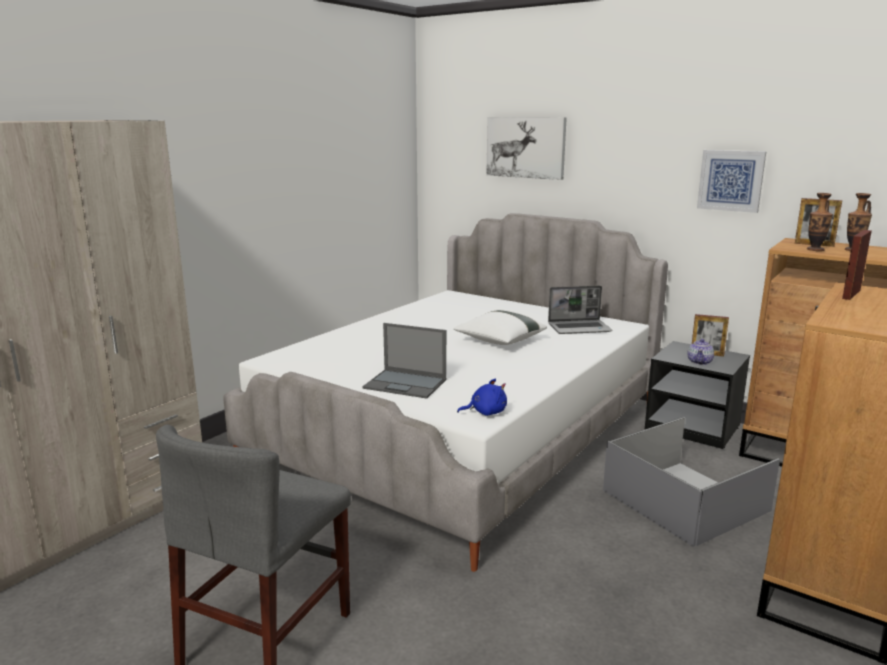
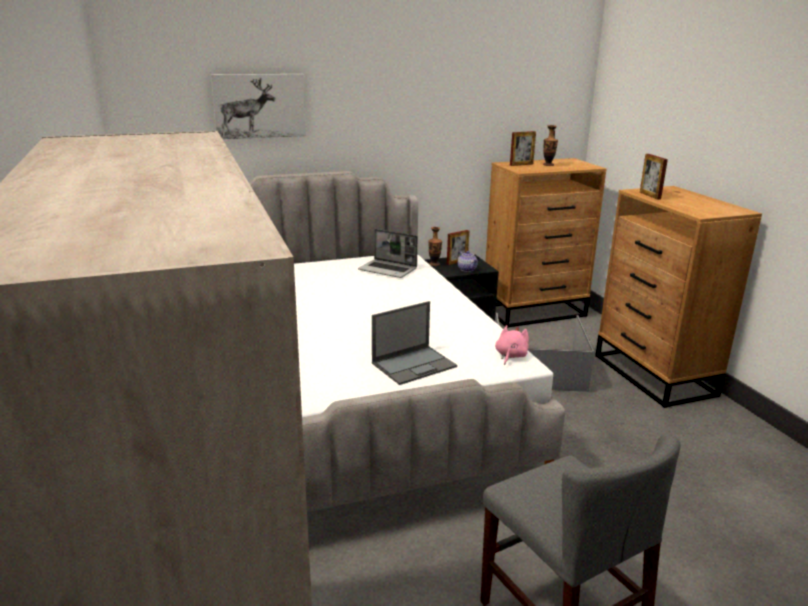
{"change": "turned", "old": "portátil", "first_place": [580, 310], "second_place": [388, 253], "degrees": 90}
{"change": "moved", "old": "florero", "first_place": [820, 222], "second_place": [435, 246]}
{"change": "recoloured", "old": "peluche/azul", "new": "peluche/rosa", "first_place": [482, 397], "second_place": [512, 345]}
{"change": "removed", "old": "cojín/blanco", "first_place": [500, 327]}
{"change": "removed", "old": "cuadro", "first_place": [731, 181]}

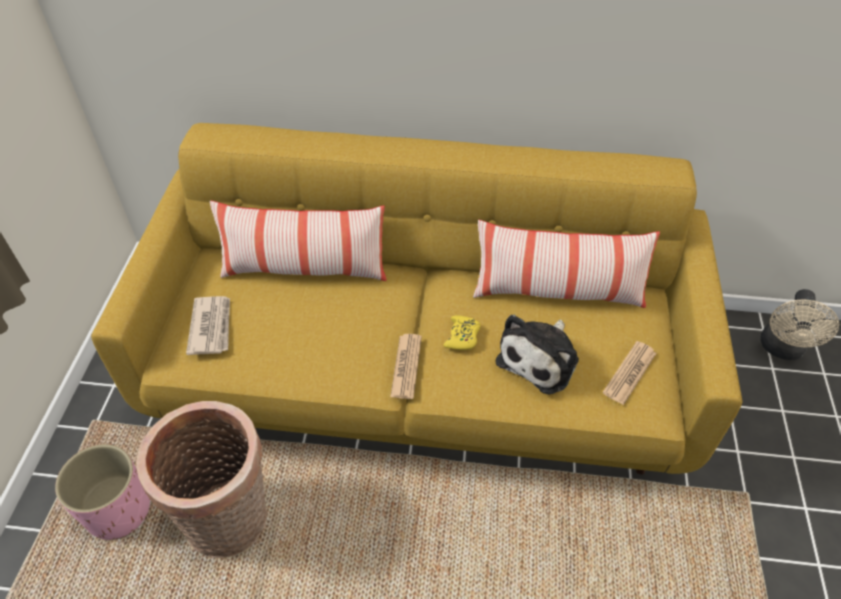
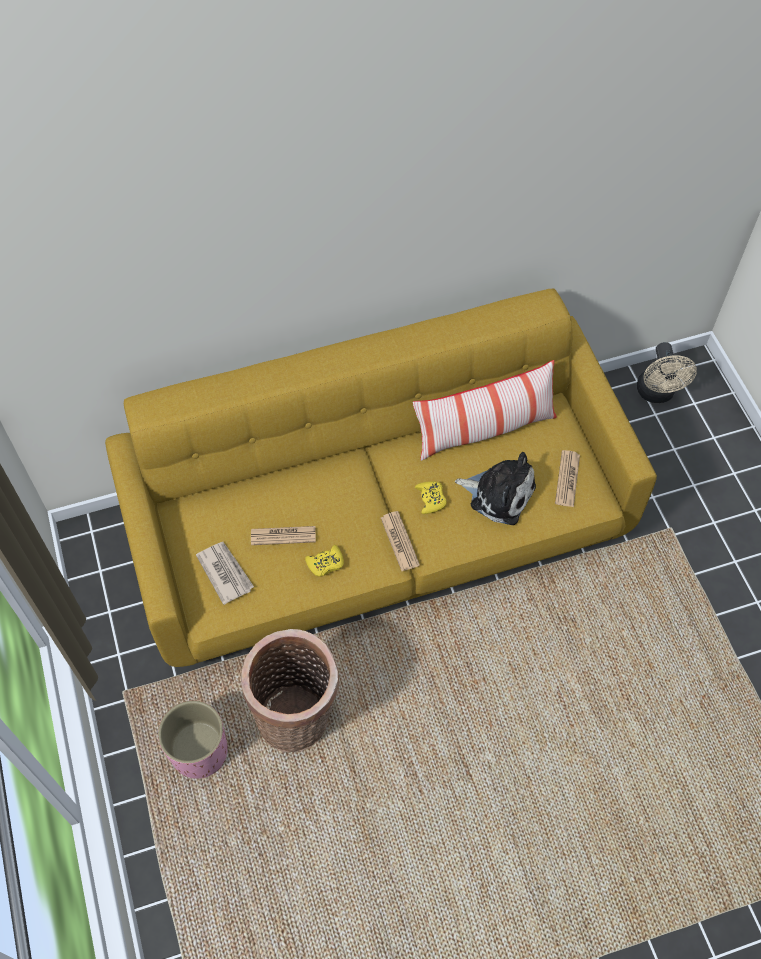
{"change": "added", "new": "periódico", "second_place": [283, 535]}
{"change": "added", "new": "mando de consola/amarillo", "second_place": [324, 561]}
{"change": "turned", "old": "peluche", "first_place": [537, 354], "second_place": [495, 488], "degrees": -75}
{"change": "removed", "old": "cojín", "first_place": [298, 241]}

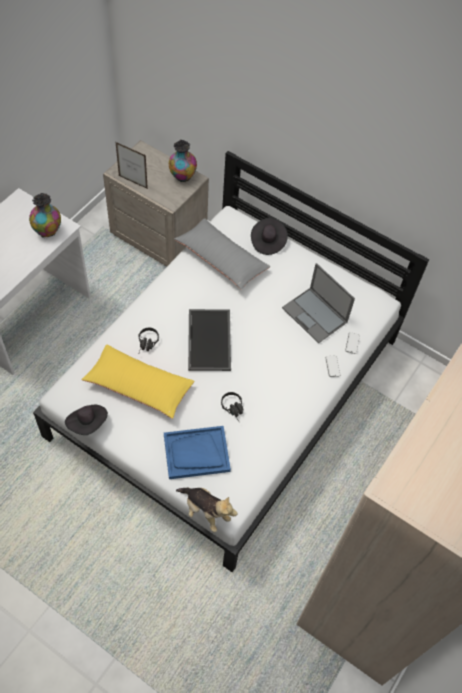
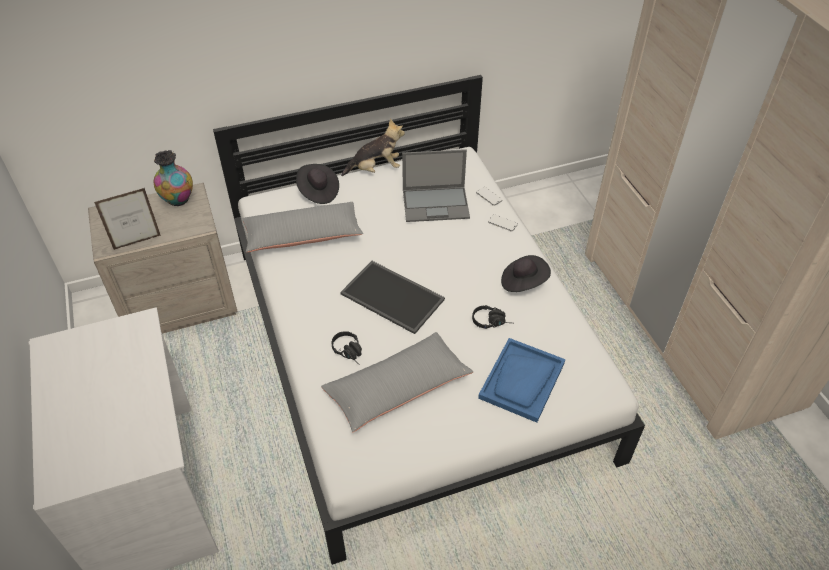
{"change": "recoloured", "old": "cojín/amarillo", "new": "cojín/gris", "first_place": [137, 381], "second_place": [397, 382]}
{"change": "moved", "old": "peluche", "first_place": [206, 510], "second_place": [373, 147]}
{"change": "moved", "old": "sombrero/negro", "first_place": [86, 420], "second_place": [526, 273]}
{"change": "removed", "old": "florero", "first_place": [45, 215]}

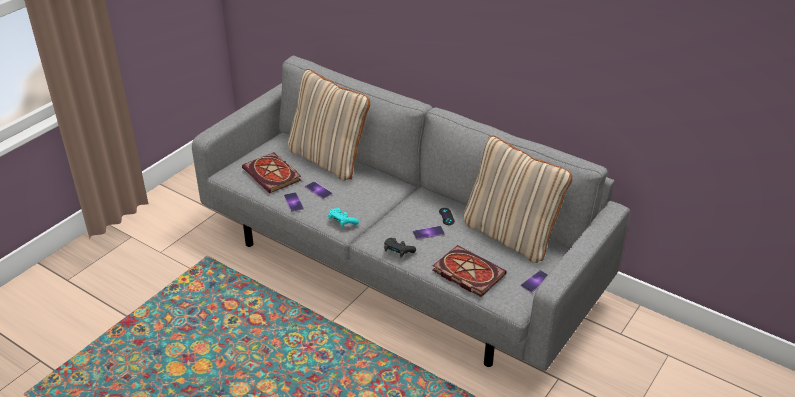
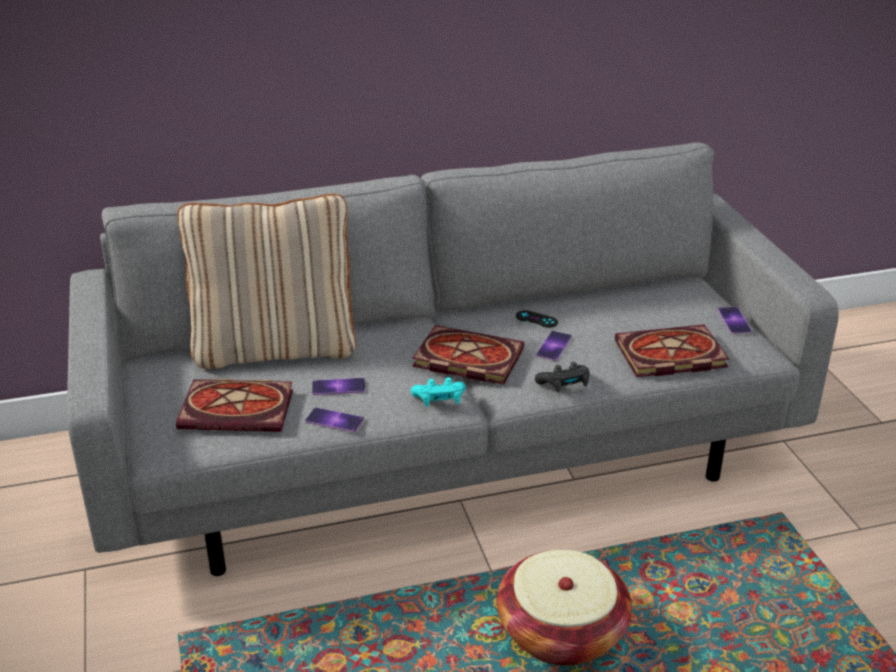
{"change": "added", "new": "libro", "second_place": [468, 355]}
{"change": "added", "new": "cesta", "second_place": [564, 608]}
{"change": "removed", "old": "cojín/beis", "first_place": [517, 199]}

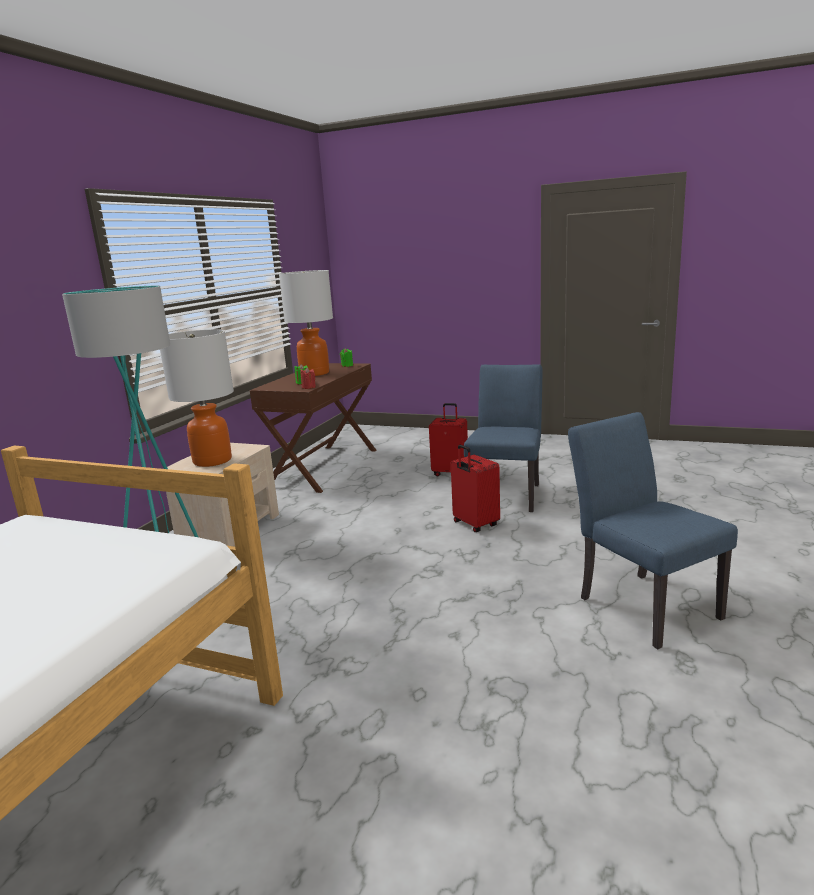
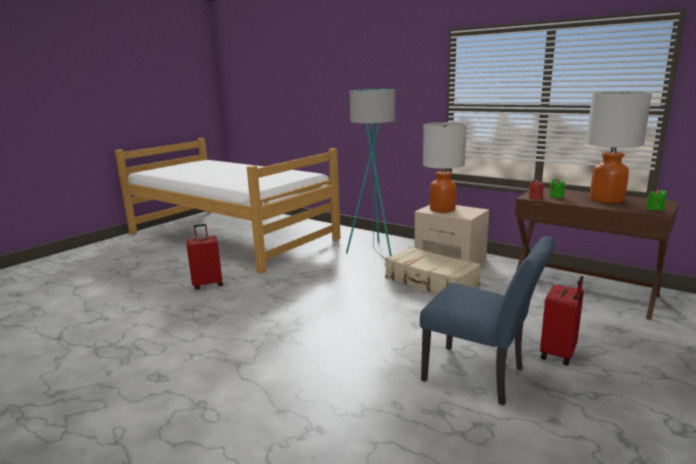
{"change": "moved", "old": "maleta/rojo", "first_place": [475, 488], "second_place": [205, 257]}
{"change": "added", "new": "maleta/beis", "second_place": [433, 270]}
{"change": "removed", "old": "silla/azul", "first_place": [653, 531]}

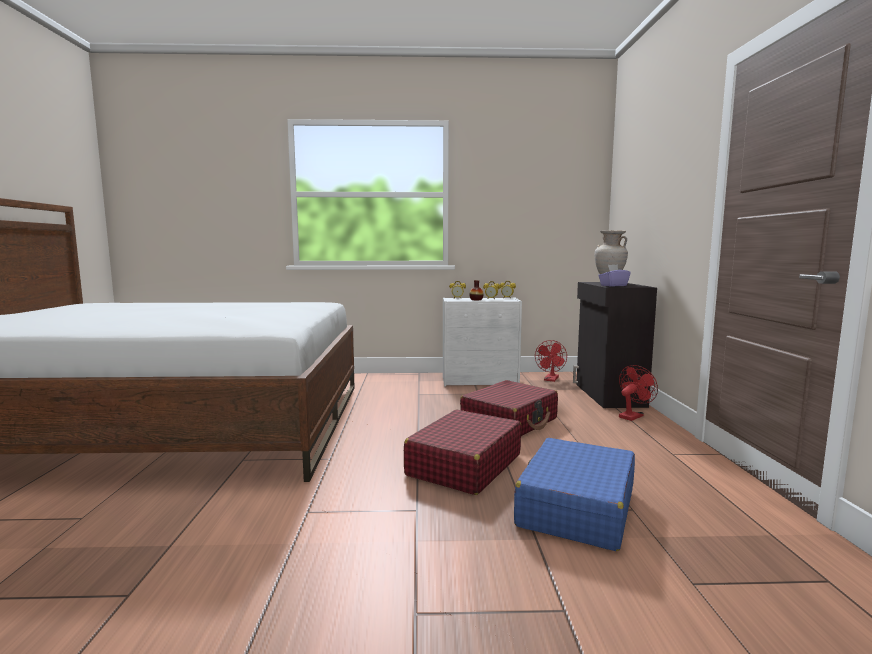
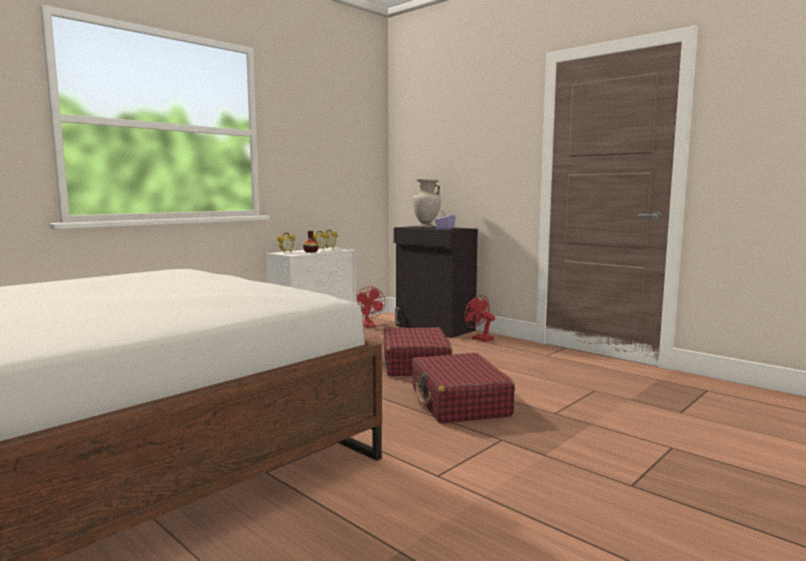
{"change": "turned", "old": "ventilador/rojo", "first_place": [638, 393], "second_place": [480, 318], "degrees": -45}
{"change": "removed", "old": "maleta/azul", "first_place": [574, 494]}

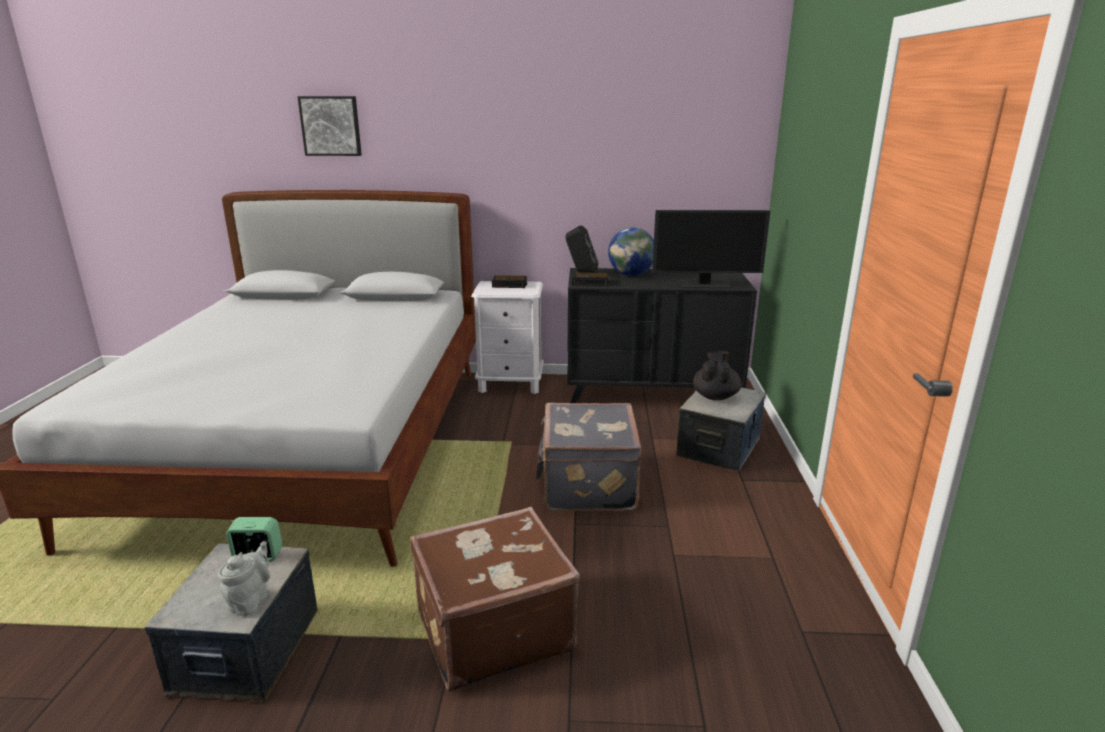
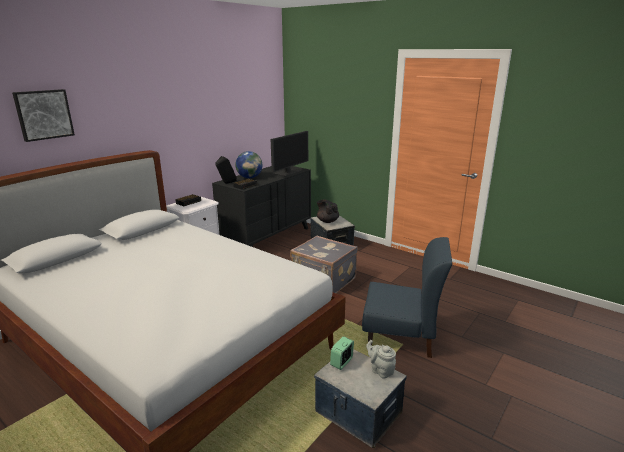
{"change": "replaced", "old": "maleta/marrón", "new": "silla/azul", "first_place": [495, 599], "second_place": [407, 297]}

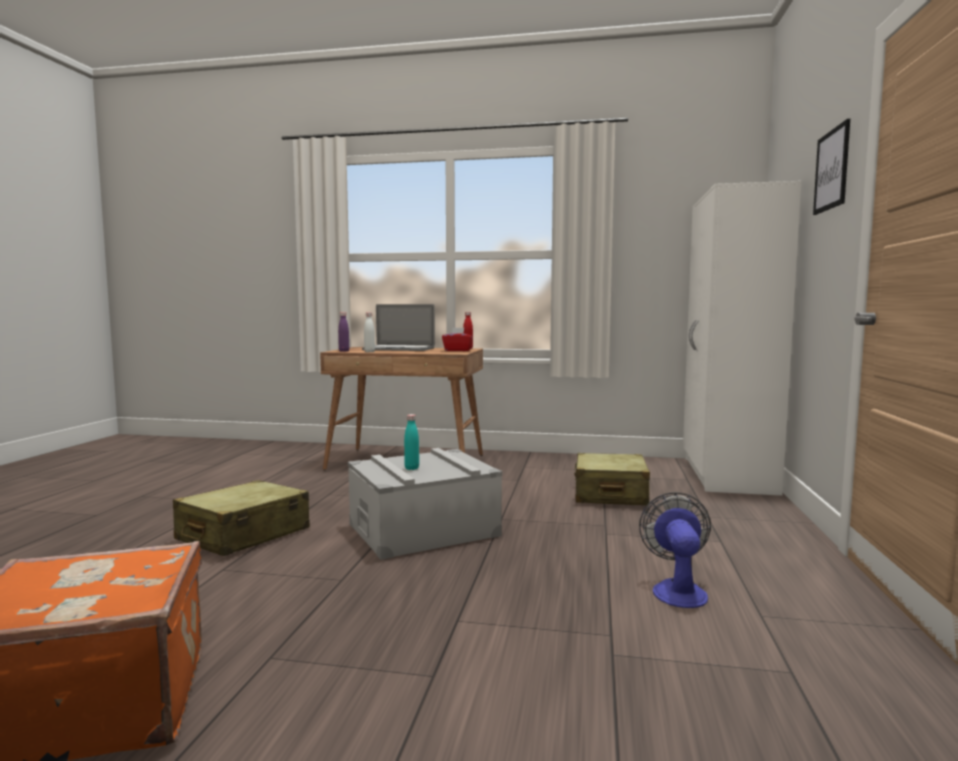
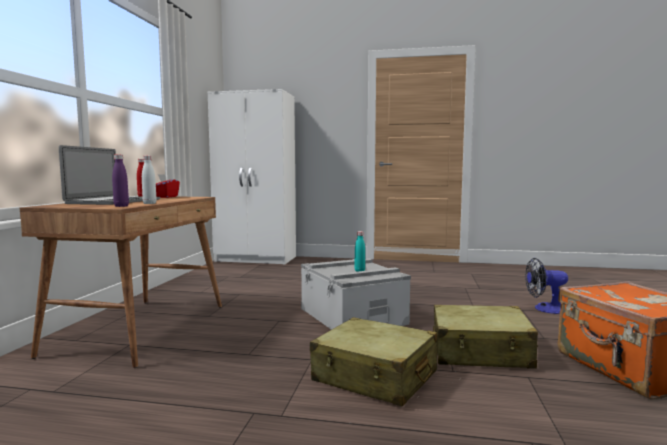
{"change": "moved", "old": "maleta/beis", "first_place": [612, 479], "second_place": [485, 337]}
{"change": "moved", "old": "ventilador", "first_place": [675, 550], "second_place": [546, 286]}
{"change": "removed", "old": "cuadro", "first_place": [831, 167]}

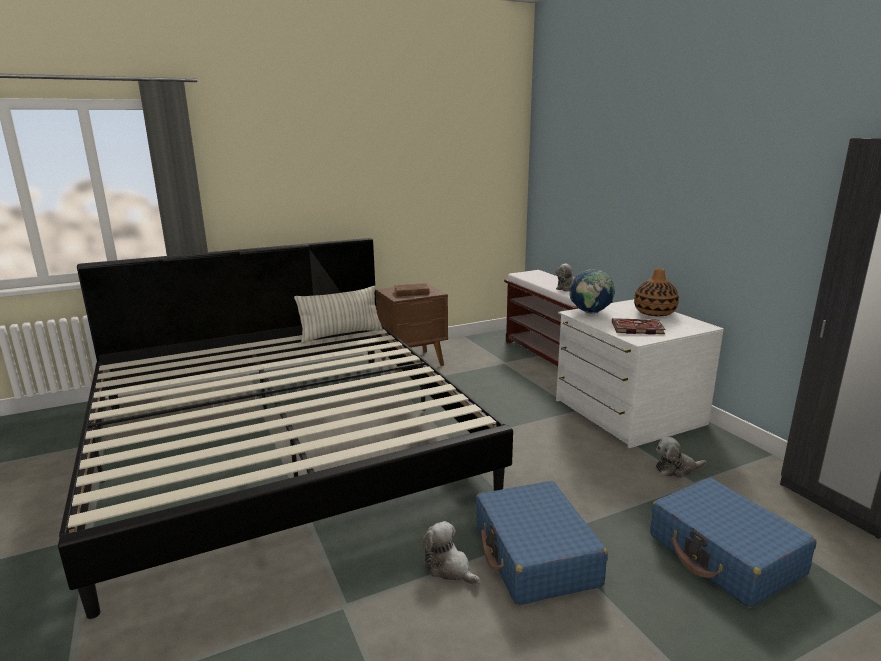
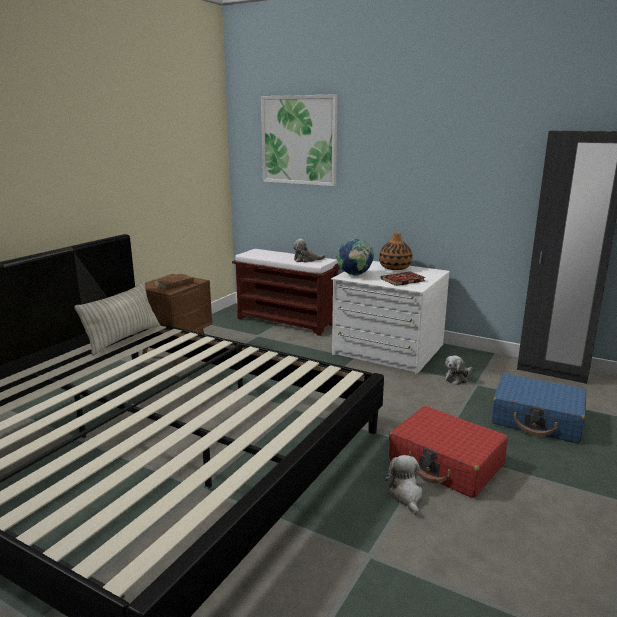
{"change": "added", "new": "cuadro", "second_place": [299, 140]}
{"change": "turned", "old": "peluche", "first_place": [451, 553], "second_place": [404, 485], "degrees": 75}
{"change": "recoloured", "old": "maleta/azul", "new": "maleta/rojo", "first_place": [541, 543], "second_place": [448, 452]}

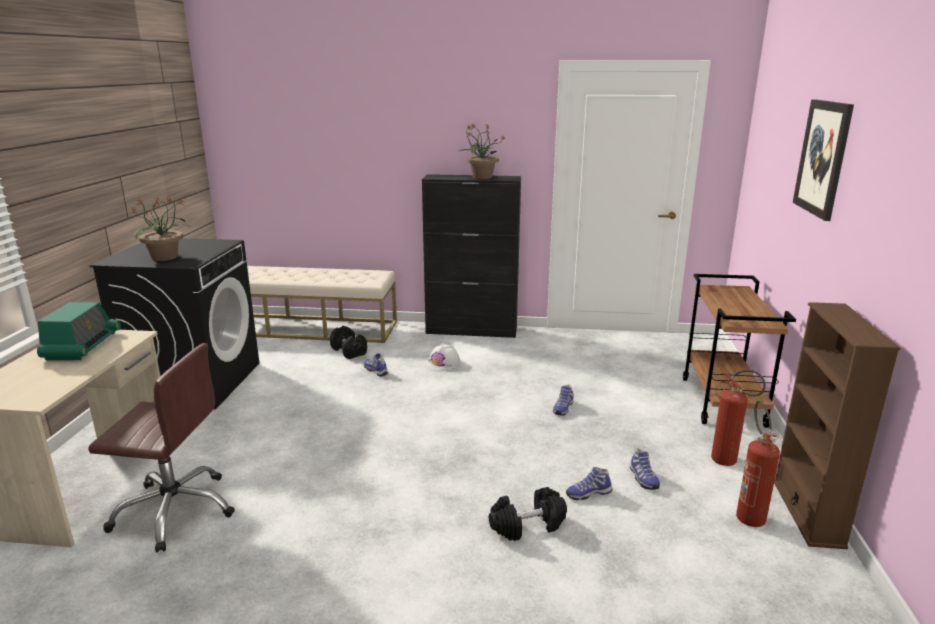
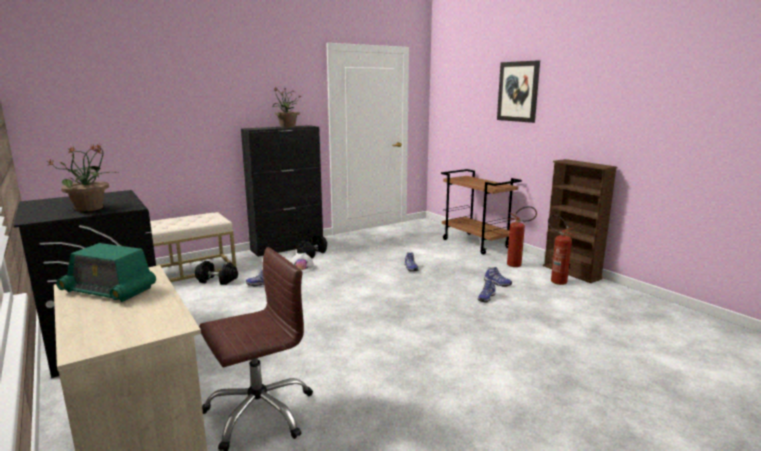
{"change": "turned", "old": "radio", "first_place": [79, 331], "second_place": [106, 272], "degrees": 150}
{"change": "moved", "old": "mancuerna/negro", "first_place": [528, 514], "second_place": [312, 246]}

